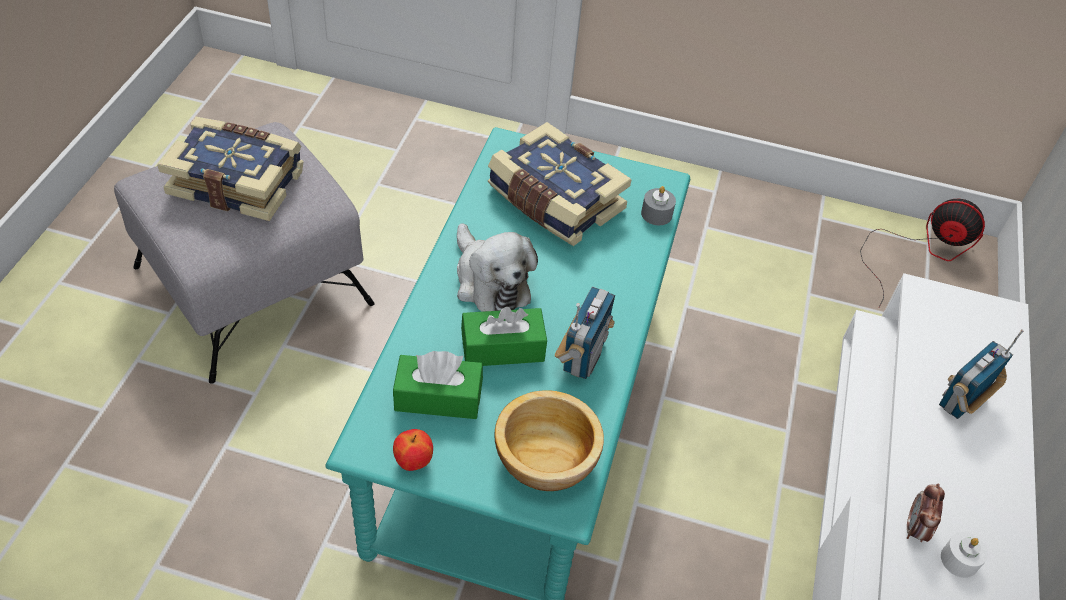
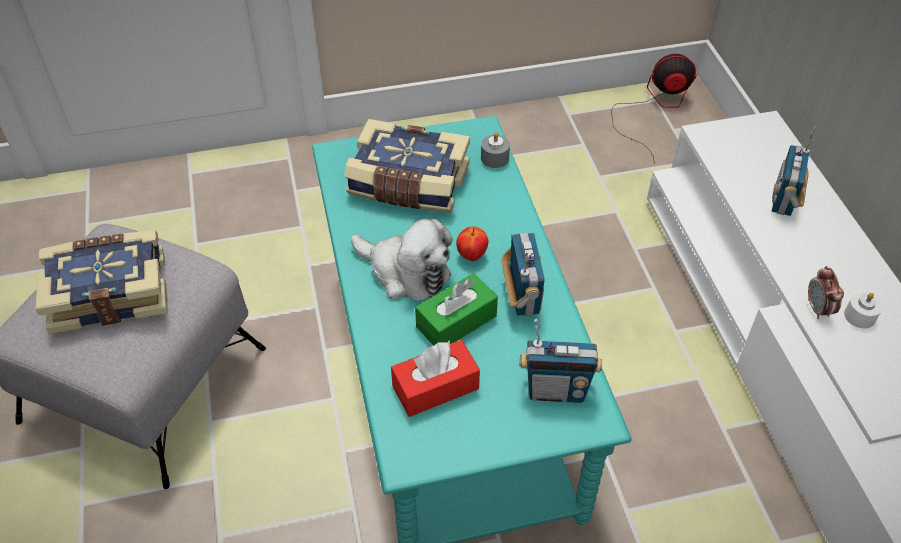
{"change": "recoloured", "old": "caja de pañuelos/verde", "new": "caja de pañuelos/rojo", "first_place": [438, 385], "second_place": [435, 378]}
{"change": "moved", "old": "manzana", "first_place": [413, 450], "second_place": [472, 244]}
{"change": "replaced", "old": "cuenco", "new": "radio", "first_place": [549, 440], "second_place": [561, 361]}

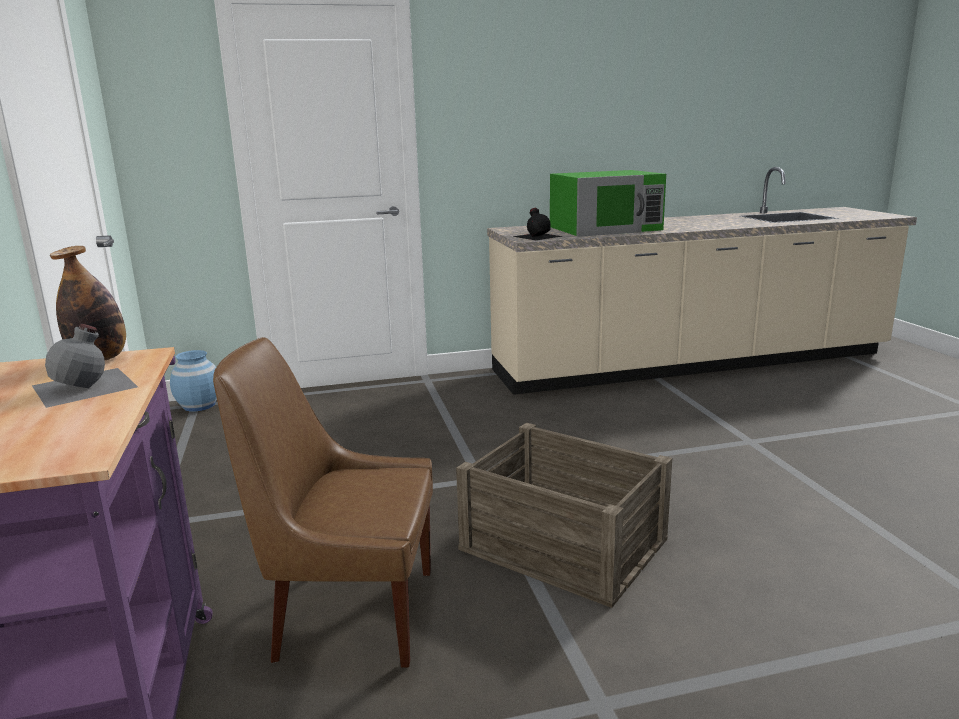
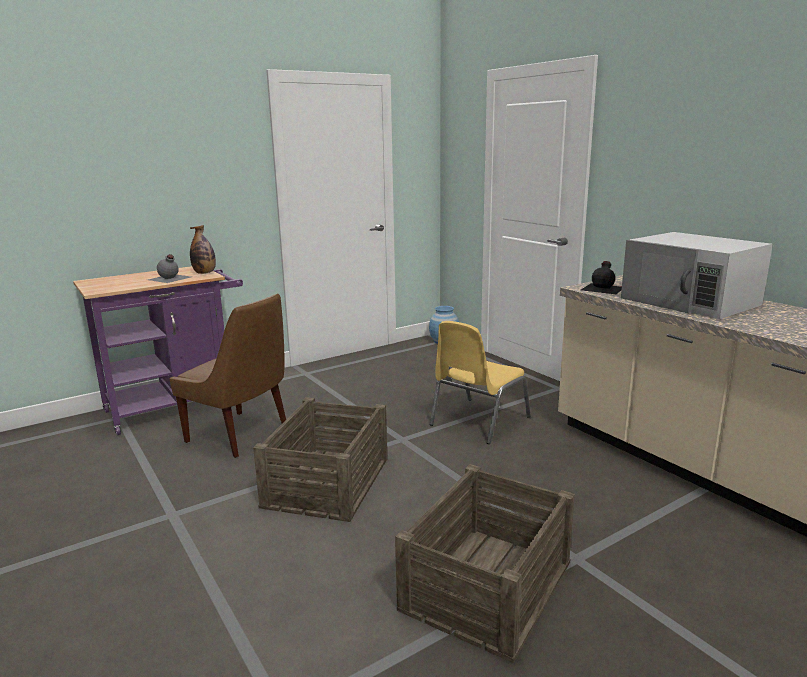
{"change": "turned", "old": "silla/marrón", "first_place": [323, 502], "second_place": [228, 376], "degrees": 135}
{"change": "added", "new": "caja de embalaje", "second_place": [485, 563]}
{"change": "added", "new": "silla/amarillo", "second_place": [479, 382]}
{"change": "recoloured", "old": "microondas/verde", "new": "microondas/blanco", "first_place": [608, 203], "second_place": [697, 275]}

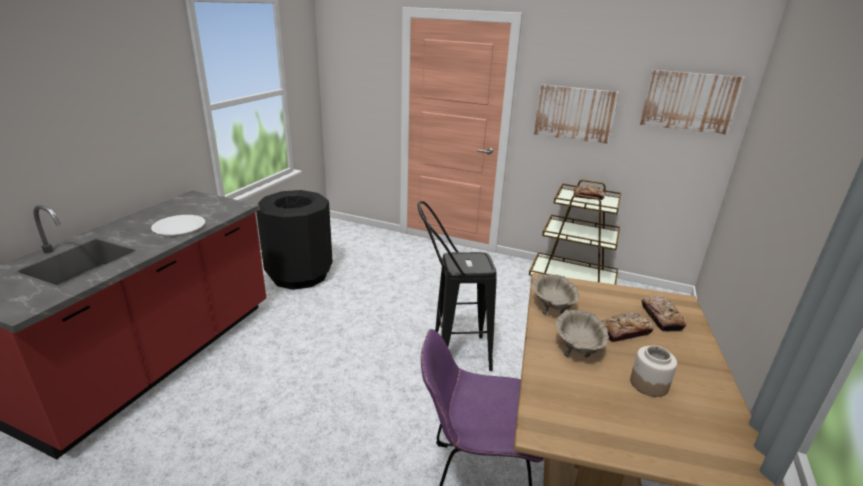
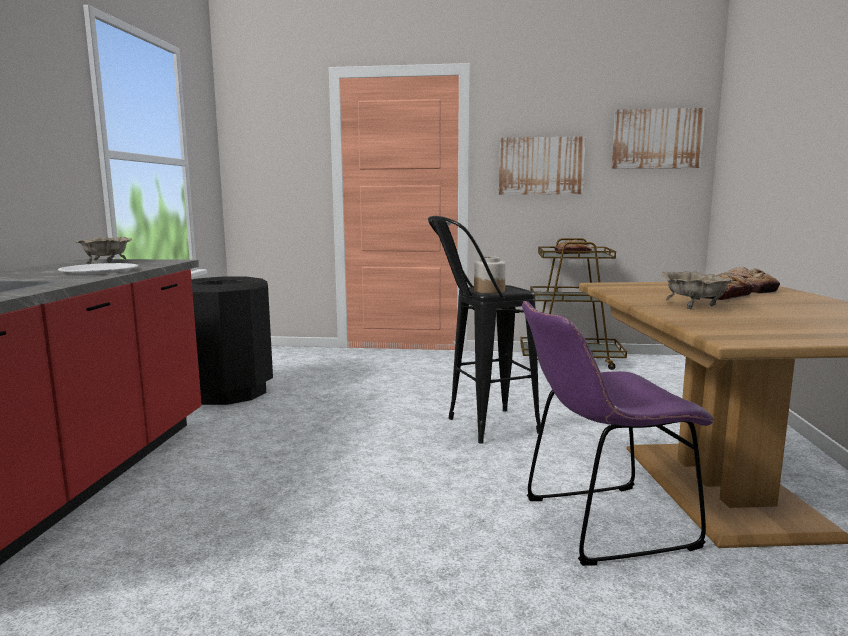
{"change": "moved", "old": "cuenco/beis", "first_place": [556, 294], "second_place": [103, 250]}
{"change": "moved", "old": "tarro", "first_place": [653, 371], "second_place": [490, 275]}

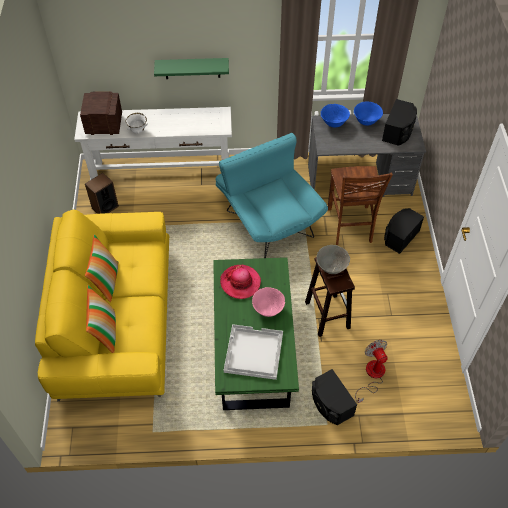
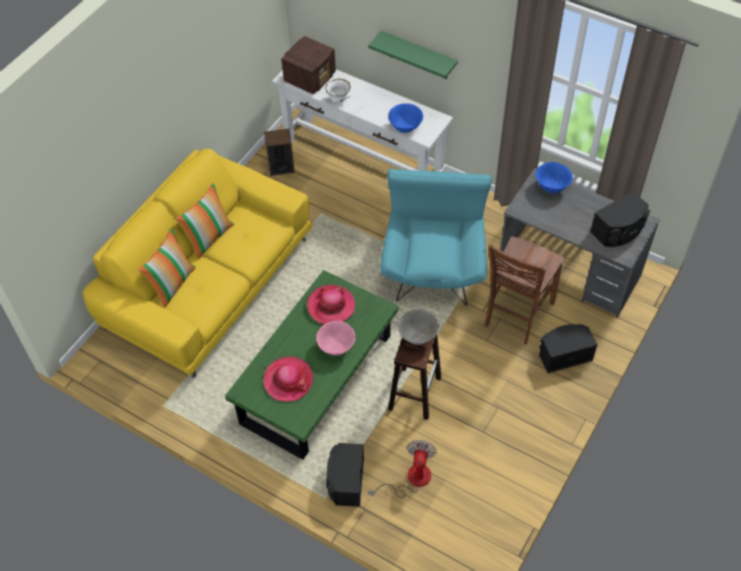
{"change": "replaced", "old": "bandeja/blanco", "new": "sombrero", "first_place": [253, 352], "second_place": [288, 379]}
{"change": "turned", "old": "radio", "first_place": [101, 113], "second_place": [308, 65], "degrees": 90}
{"change": "moved", "old": "cuenco/azul", "first_place": [368, 113], "second_place": [405, 118]}

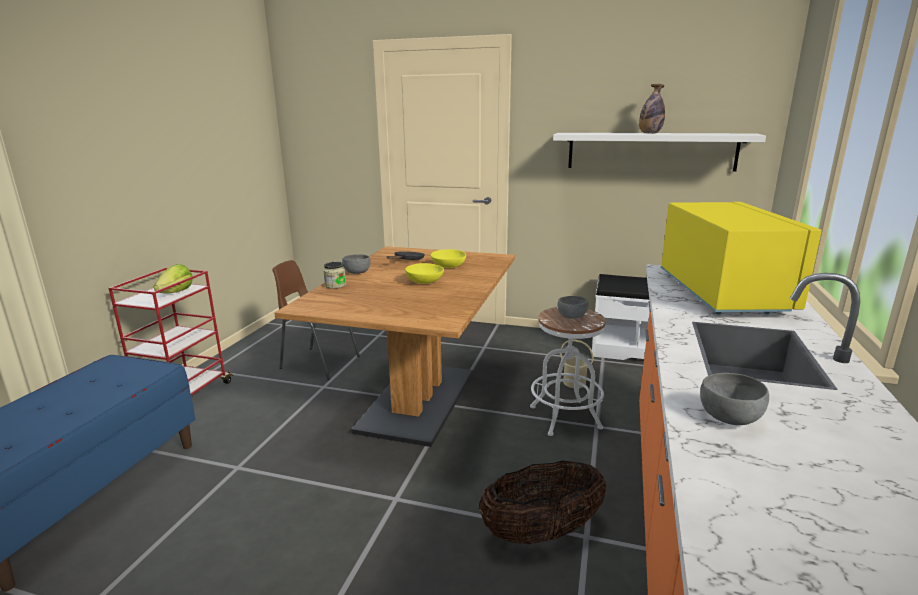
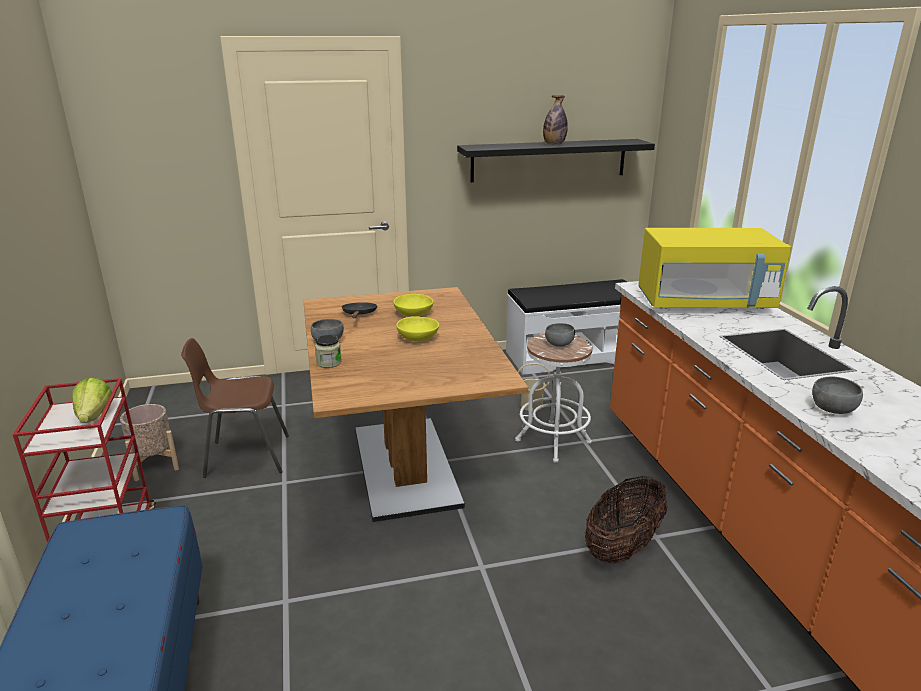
{"change": "added", "new": "maceta/beis", "second_place": [149, 442]}
{"change": "recoloured", "old": "estante/blanco", "new": "estante/negro", "first_place": [659, 152], "second_place": [556, 160]}
{"change": "turned", "old": "microondas/amarillo", "first_place": [741, 258], "second_place": [715, 268], "degrees": 120}

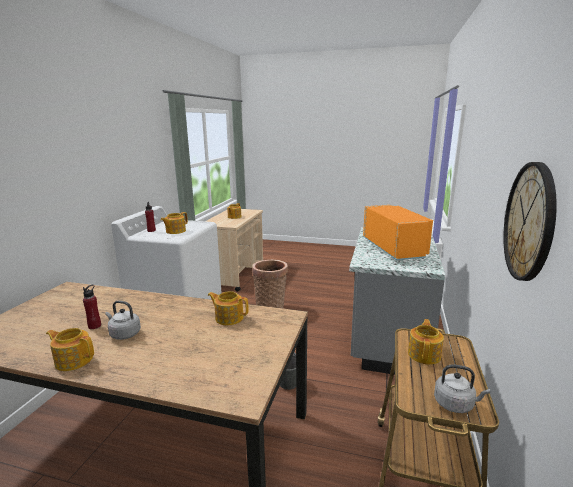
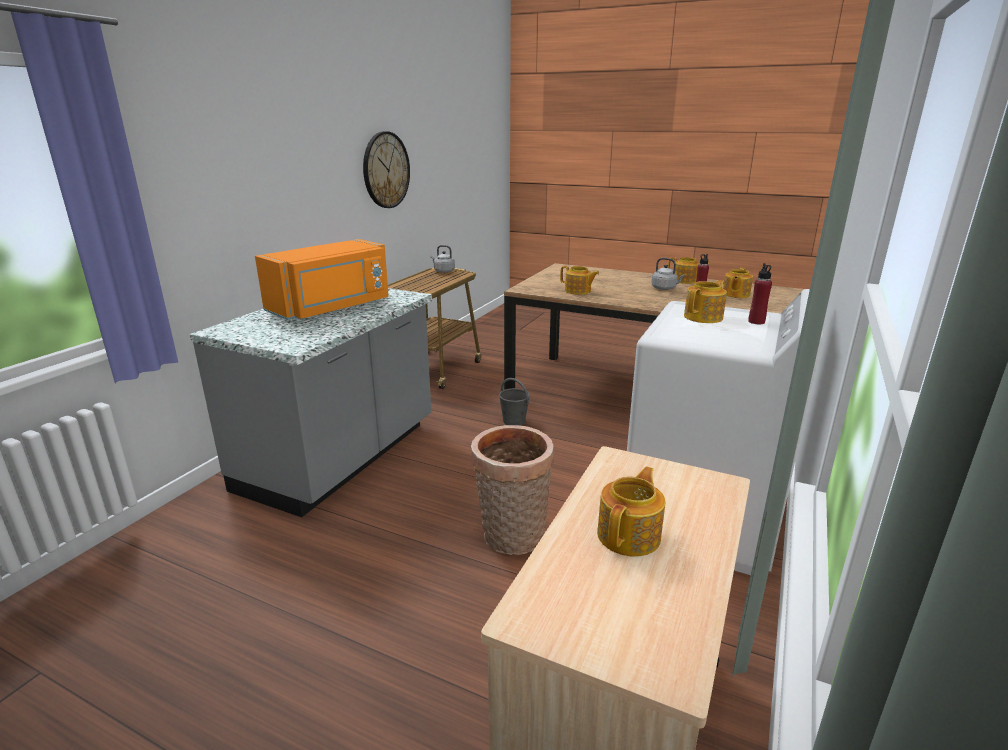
{"change": "turned", "old": "microondas/naranja", "first_place": [398, 232], "second_place": [322, 279], "degrees": -135}
{"change": "moved", "old": "tetera", "first_place": [426, 342], "second_place": [738, 283]}

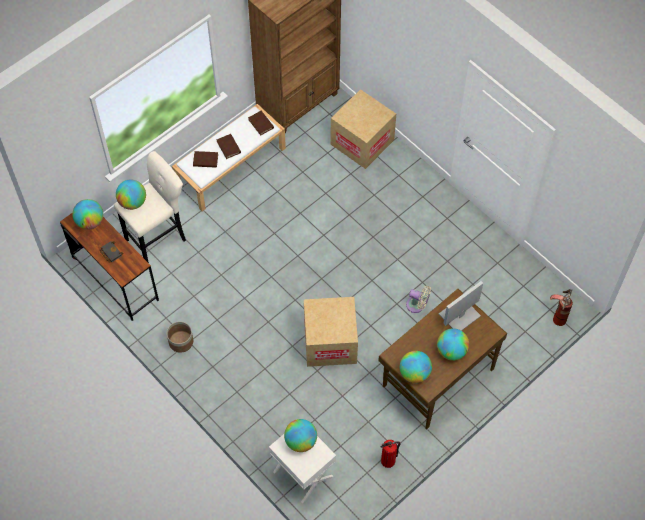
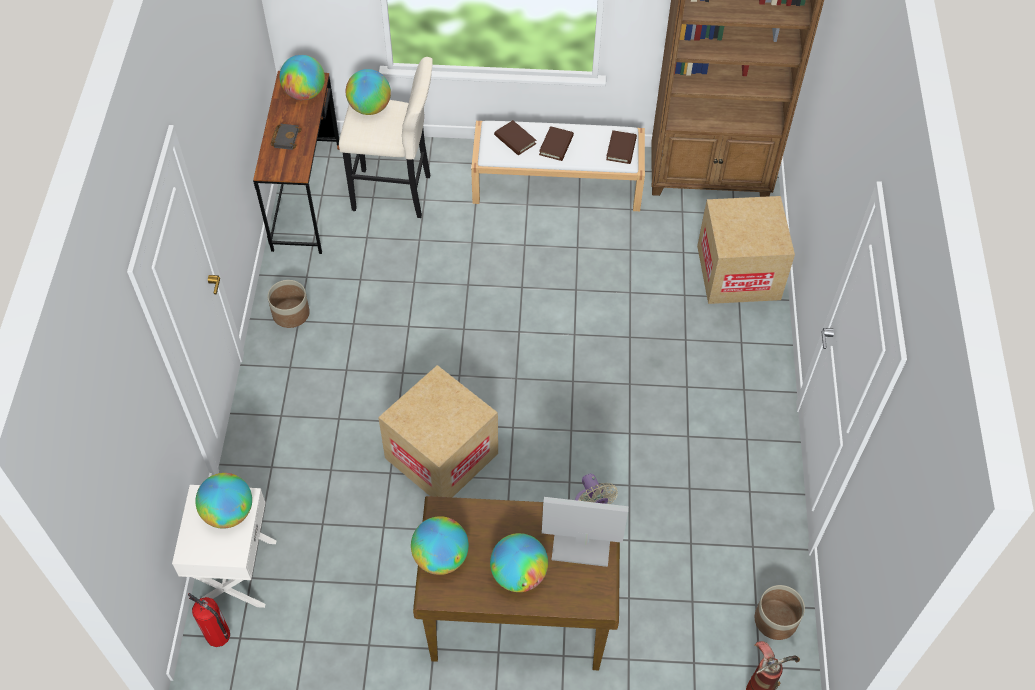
{"change": "moved", "old": "extintor", "first_place": [391, 454], "second_place": [209, 620]}
{"change": "added", "new": "maceta", "second_place": [780, 612]}

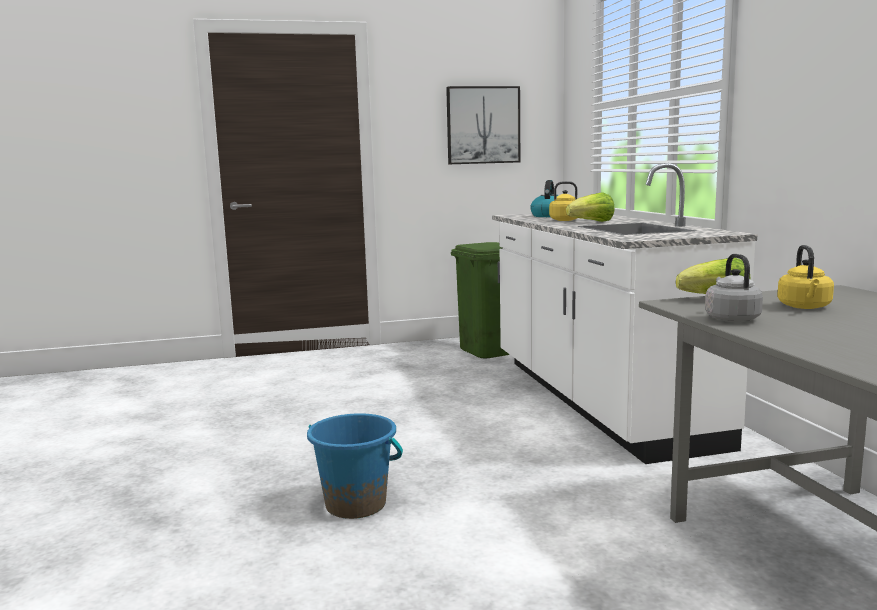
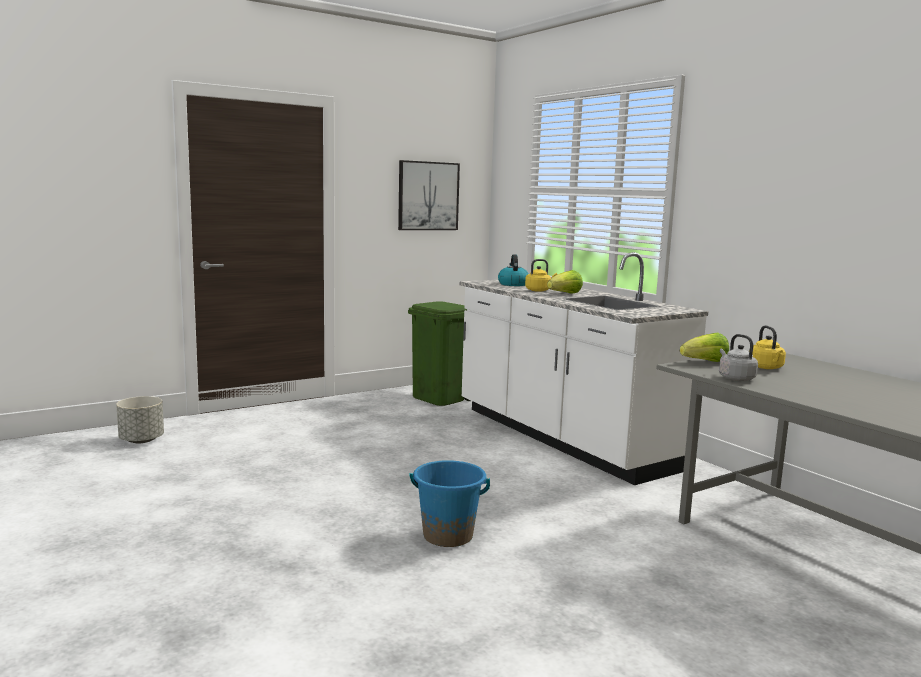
{"change": "added", "new": "maceta/gris", "second_place": [140, 419]}

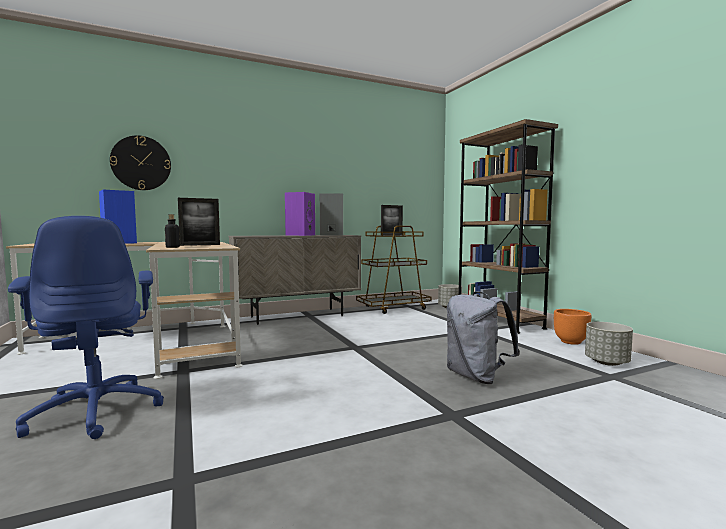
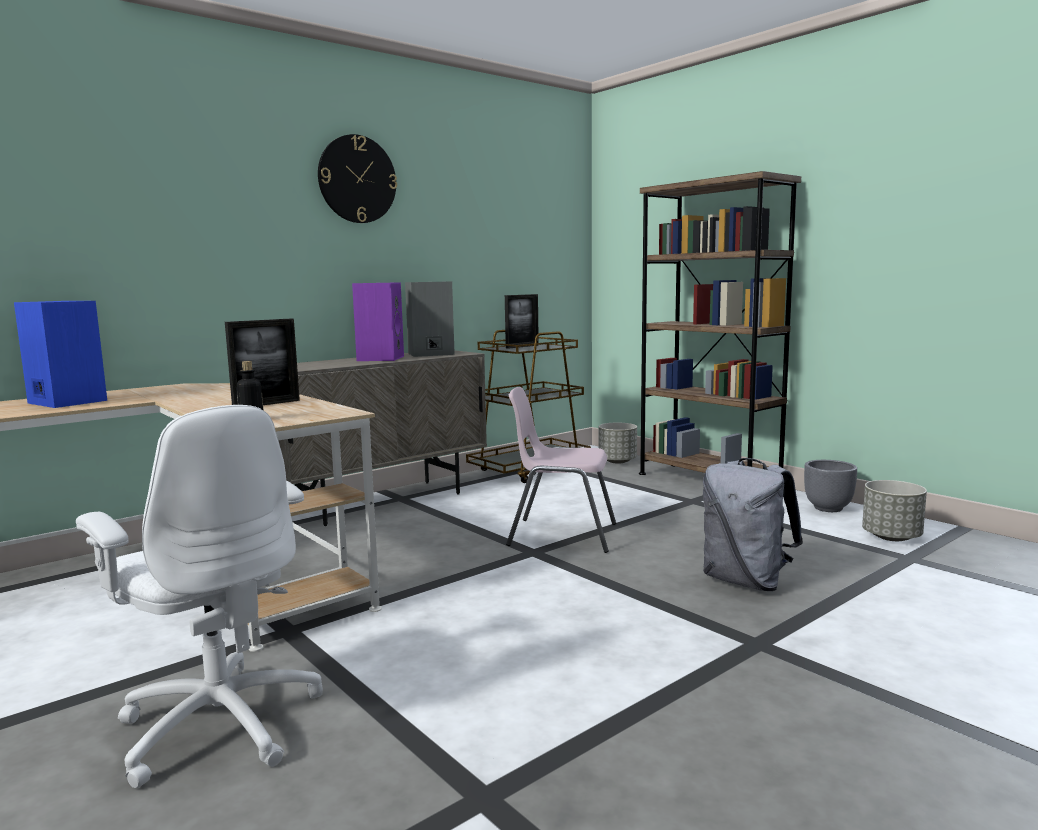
{"change": "recoloured", "old": "silla de oficina/azul", "new": "silla de oficina/blanco", "first_place": [86, 327], "second_place": [199, 596]}
{"change": "moved", "old": "reloj de pared", "first_place": [140, 162], "second_place": [357, 178]}
{"change": "added", "new": "silla/rosa", "second_place": [561, 470]}
{"change": "recoloured", "old": "maceta/naranja", "new": "maceta/gris", "first_place": [572, 327], "second_place": [830, 486]}

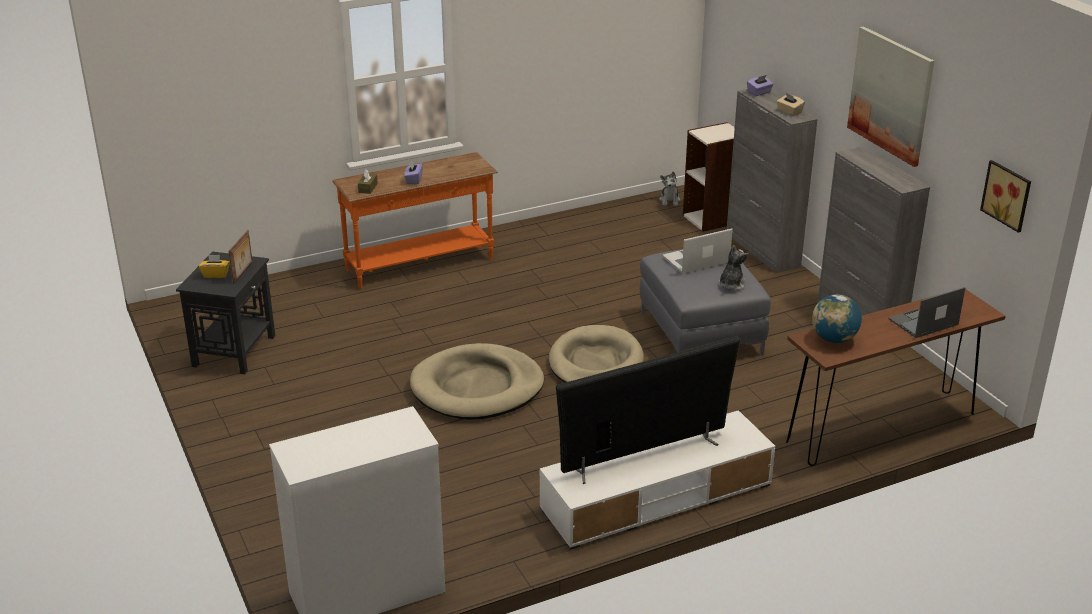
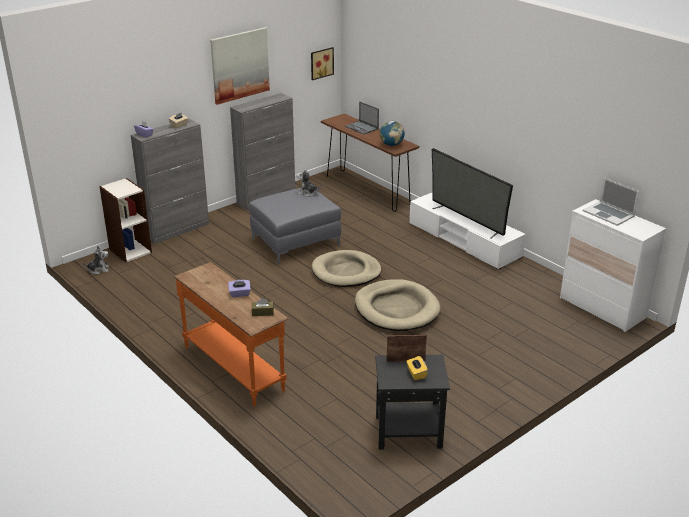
{"change": "moved", "old": "portátil", "first_place": [697, 251], "second_place": [611, 202]}

